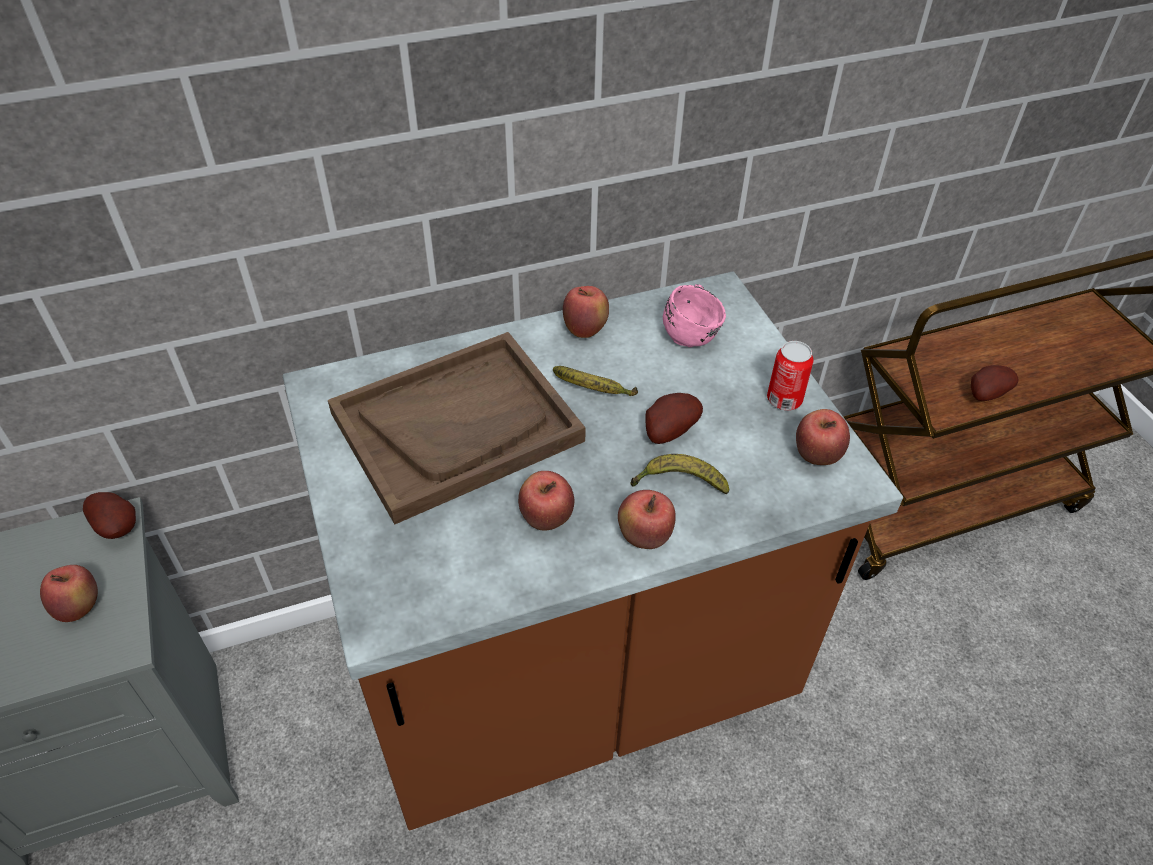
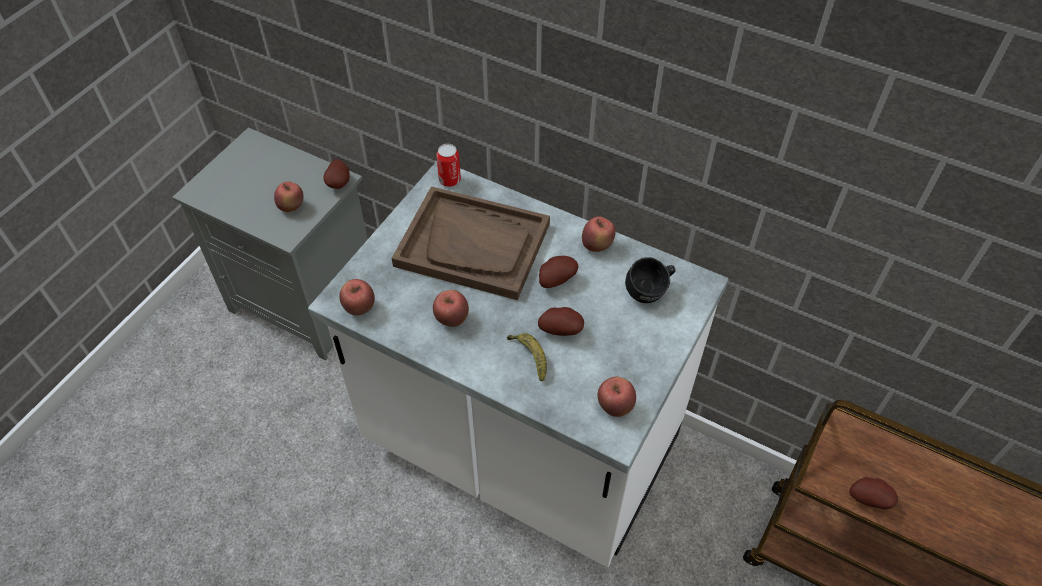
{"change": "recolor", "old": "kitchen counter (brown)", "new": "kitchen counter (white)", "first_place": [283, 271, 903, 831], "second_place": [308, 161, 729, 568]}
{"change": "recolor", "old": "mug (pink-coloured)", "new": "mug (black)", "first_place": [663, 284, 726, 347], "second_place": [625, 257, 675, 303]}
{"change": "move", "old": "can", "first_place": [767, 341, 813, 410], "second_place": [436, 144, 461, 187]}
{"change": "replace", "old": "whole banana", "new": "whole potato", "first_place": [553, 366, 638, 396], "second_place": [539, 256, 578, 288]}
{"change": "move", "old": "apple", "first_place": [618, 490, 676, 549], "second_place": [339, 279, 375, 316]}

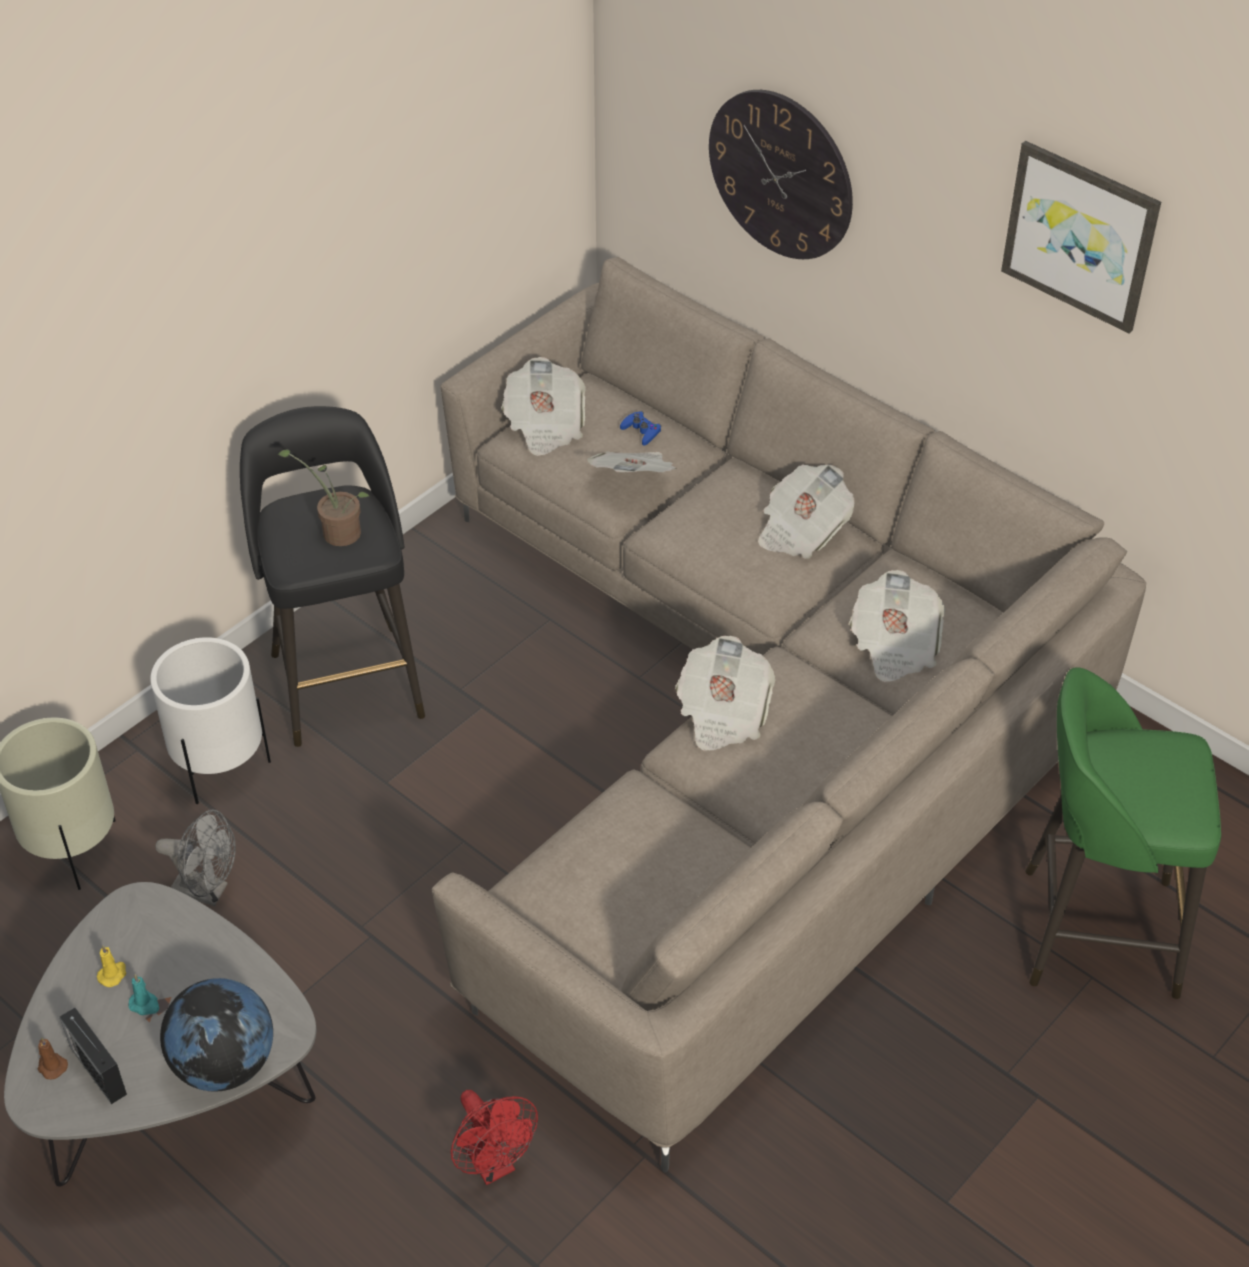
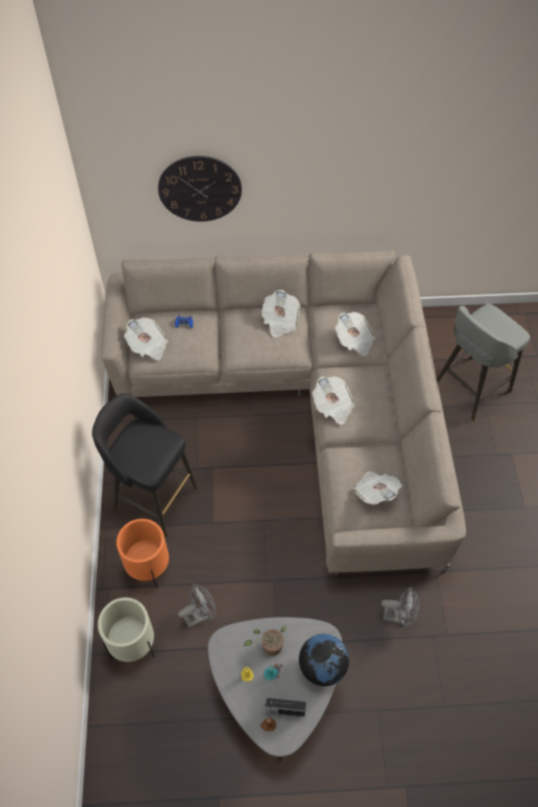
{"change": "delete", "old": "wall art", "first_place": [1001, 141, 1161, 333]}
{"change": "move", "old": "plant in a pot", "first_place": [277, 449, 371, 546], "second_place": [244, 626, 286, 656]}
{"change": "move", "old": "newspaper", "first_place": [587, 451, 677, 472], "second_place": [353, 471, 402, 505]}
{"change": "recolor", "old": "plant pot (white)", "new": "plant pot (orange)", "first_place": [150, 637, 271, 804], "second_place": [116, 519, 169, 589]}
{"change": "recolor", "old": "stool seat (green)", "new": "stool seat (gray)", "first_place": [1025, 667, 1221, 999], "second_place": [437, 304, 530, 421]}
{"change": "recolor", "old": "electric fan (red)", "new": "electric fan (gray)", "first_place": [451, 1090, 538, 1185], "second_place": [381, 587, 419, 628]}

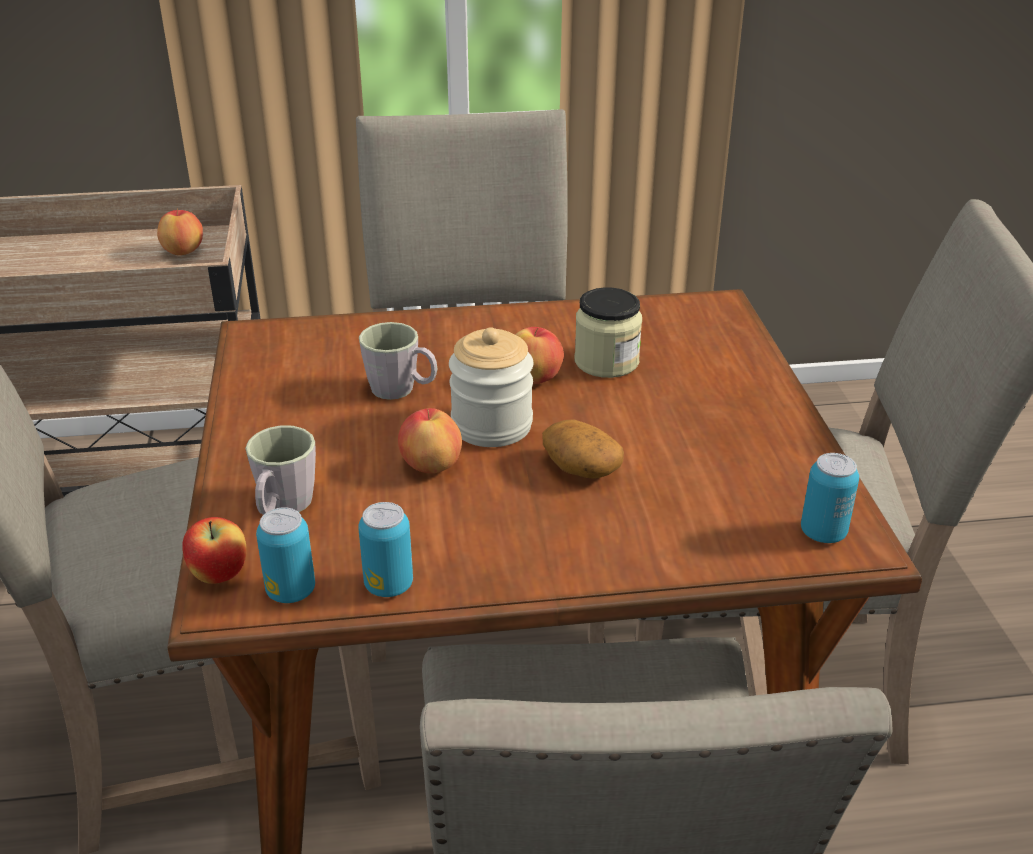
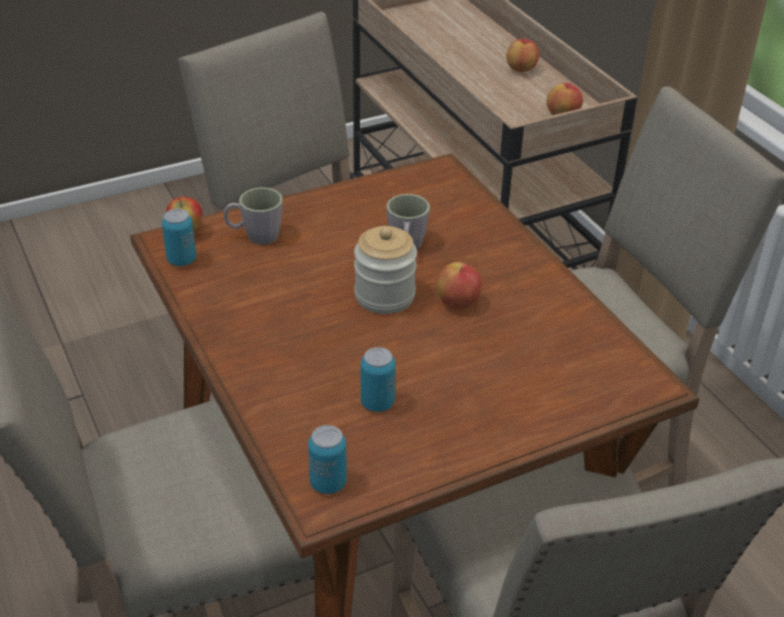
{"change": "delete", "old": "jar", "first_place": [575, 287, 642, 378]}
{"change": "move", "old": "apple", "first_place": [398, 408, 462, 473], "second_place": [506, 39, 539, 72]}
{"change": "delete", "old": "whole potato", "first_place": [542, 420, 624, 479]}
{"change": "move", "old": "can", "first_place": [358, 502, 413, 597], "second_place": [361, 347, 396, 412]}

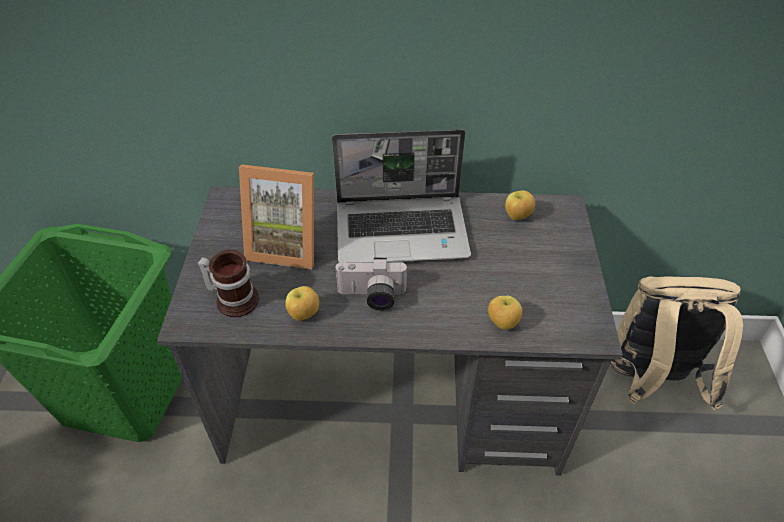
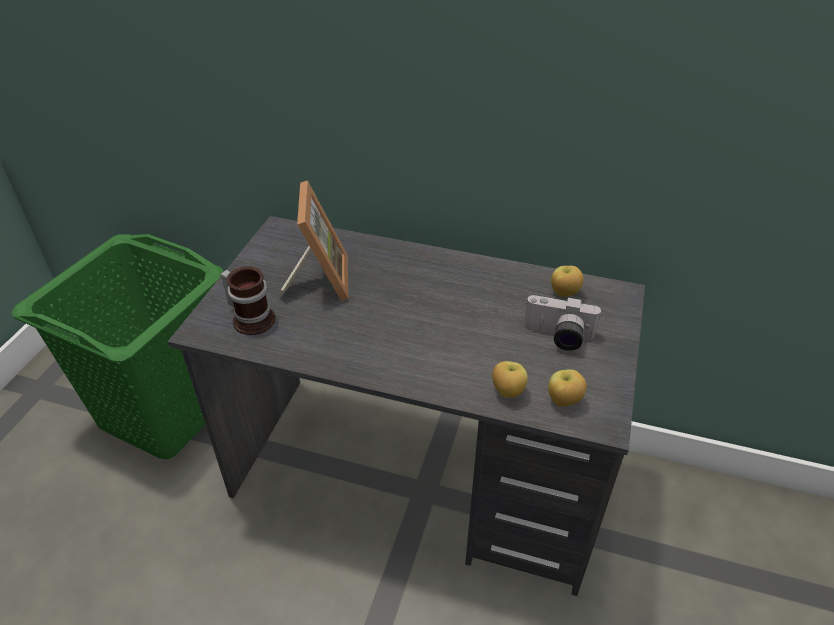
{"change": "delete", "old": "laptop", "first_place": [332, 129, 471, 263]}
{"change": "rotate", "old": "picture frame", "first_place": [239, 165, 314, 269], "second_place": [278, 180, 348, 301], "degrees": -120}
{"change": "move", "old": "still camera", "first_place": [334, 258, 408, 310], "second_place": [524, 295, 602, 351]}
{"change": "delete", "old": "backpack (beige)", "first_place": [610, 276, 743, 410]}
{"change": "move", "old": "apple", "first_place": [285, 286, 319, 321], "second_place": [548, 369, 587, 407]}

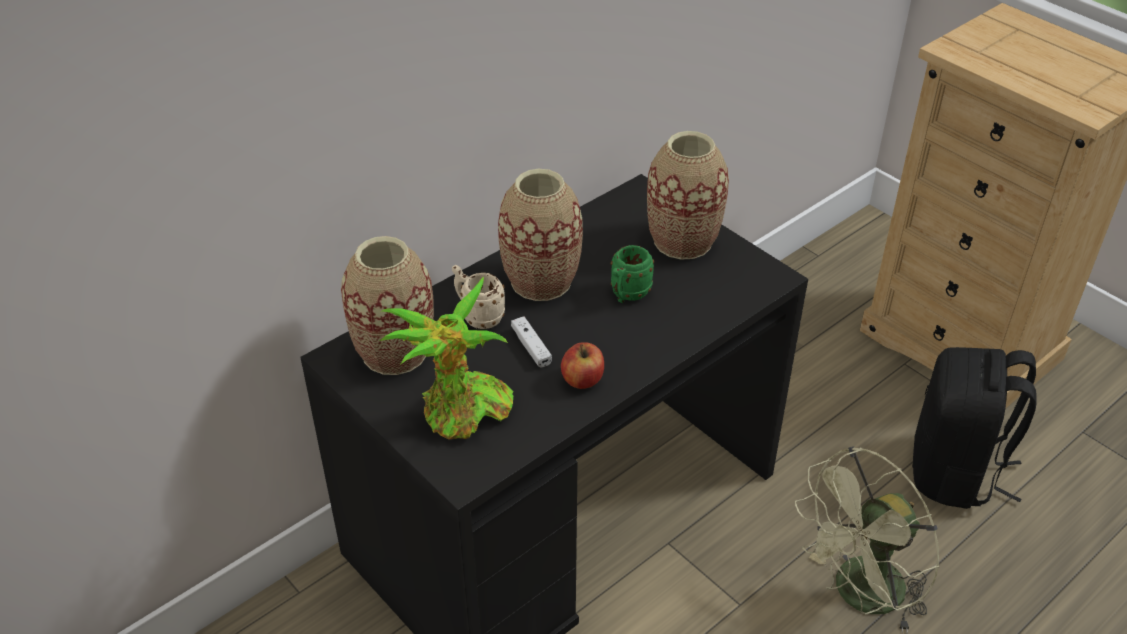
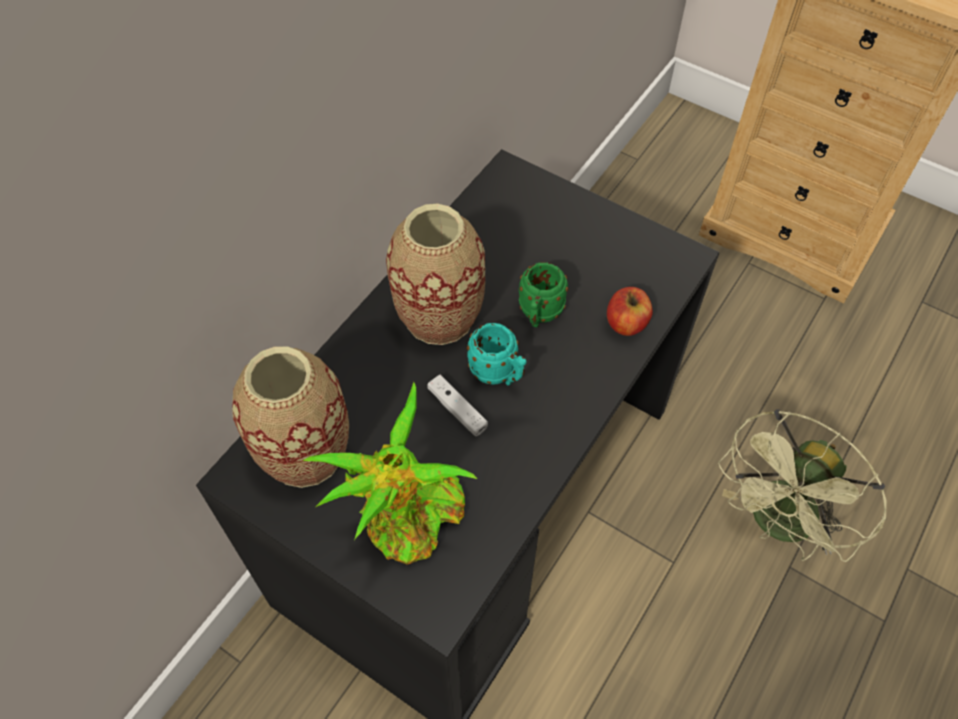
{"change": "delete", "old": "flower vase", "first_place": [647, 131, 729, 260]}
{"change": "delete", "old": "mug (beige)", "first_place": [452, 265, 505, 329]}
{"change": "move", "old": "apple", "first_place": [561, 342, 604, 389], "second_place": [607, 287, 653, 336]}
{"change": "delete", "old": "backpack (black)", "first_place": [912, 347, 1037, 509]}
{"change": "insert", "new": "mug (turquoise)", "second_place": [467, 323, 527, 385]}

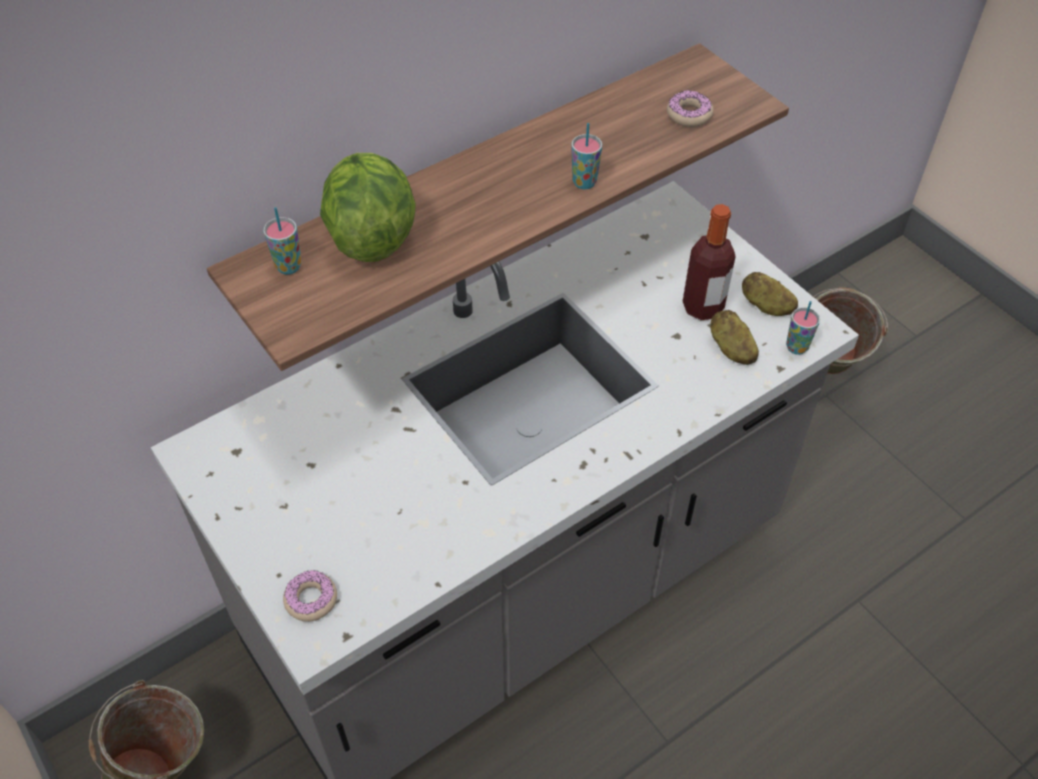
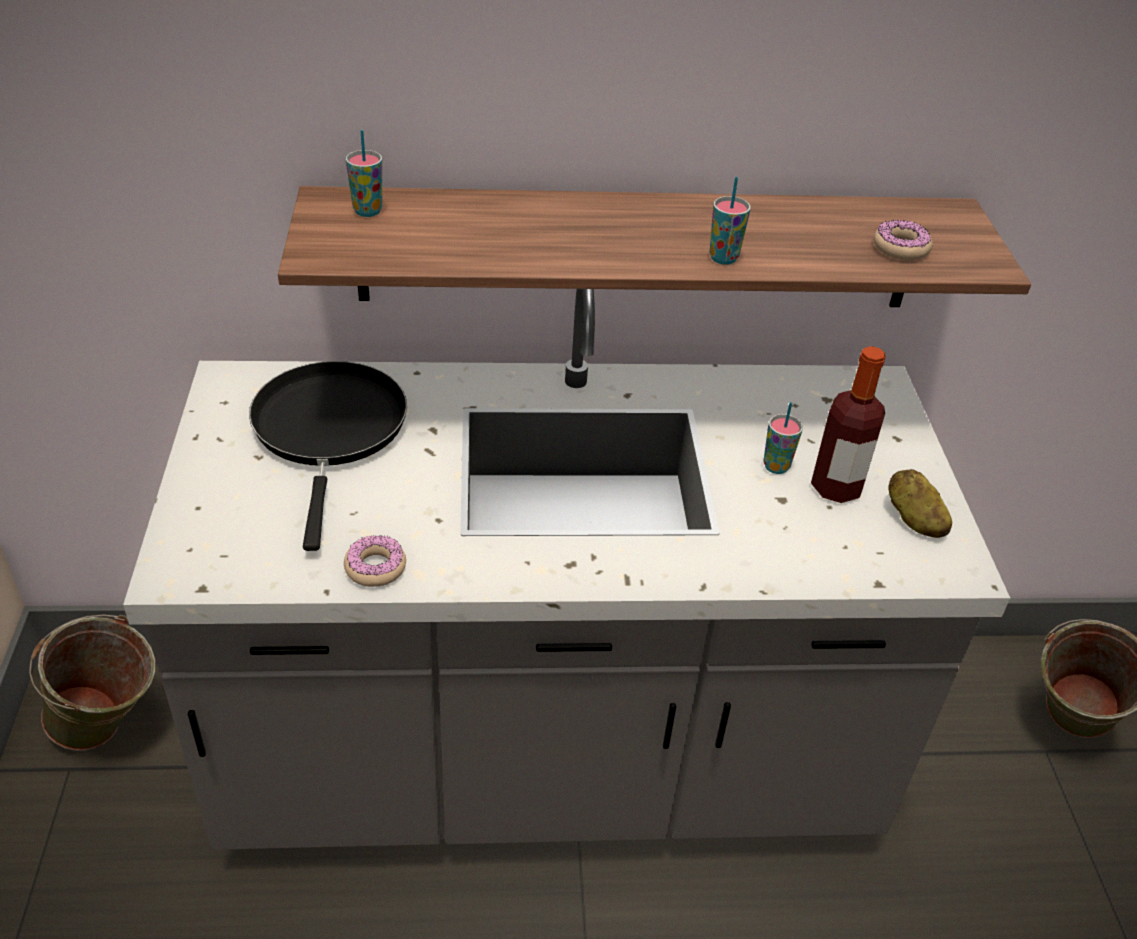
{"change": "delete", "old": "lettuce", "first_place": [320, 153, 416, 262]}
{"change": "move", "old": "small cup", "first_place": [786, 301, 820, 355], "second_place": [763, 402, 803, 474]}
{"change": "delete", "old": "whole potato", "first_place": [710, 310, 759, 365]}
{"change": "move", "old": "donut", "first_place": [283, 570, 337, 622], "second_place": [344, 535, 406, 587]}
{"change": "insert", "new": "frying pan (black)", "second_place": [249, 361, 407, 551]}

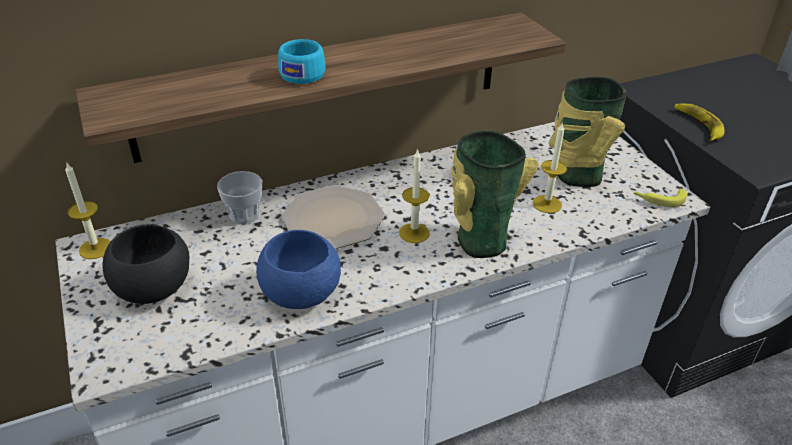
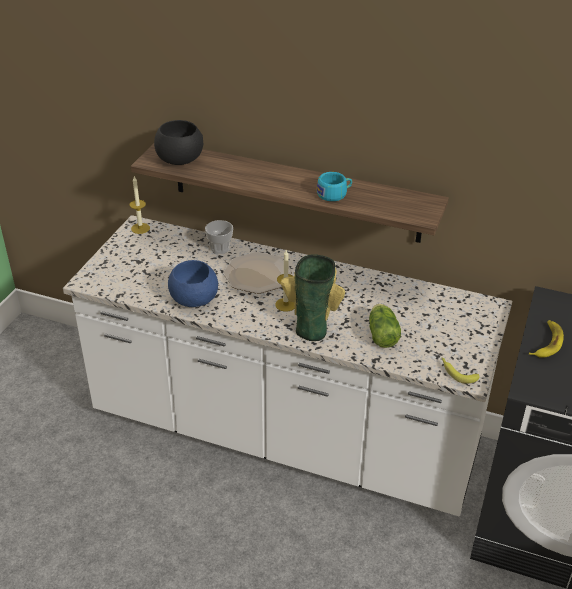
{"change": "move", "old": "small cup (turquoise)", "first_place": [278, 39, 326, 84], "second_place": [317, 172, 352, 201]}
{"change": "delete", "old": "flower vase", "first_place": [549, 77, 626, 187]}
{"change": "replace", "old": "candle", "new": "lettuce", "first_place": [533, 123, 567, 213], "second_place": [369, 304, 401, 348]}
{"change": "move", "old": "bowl (black)", "first_place": [102, 224, 189, 304], "second_place": [154, 120, 203, 165]}

